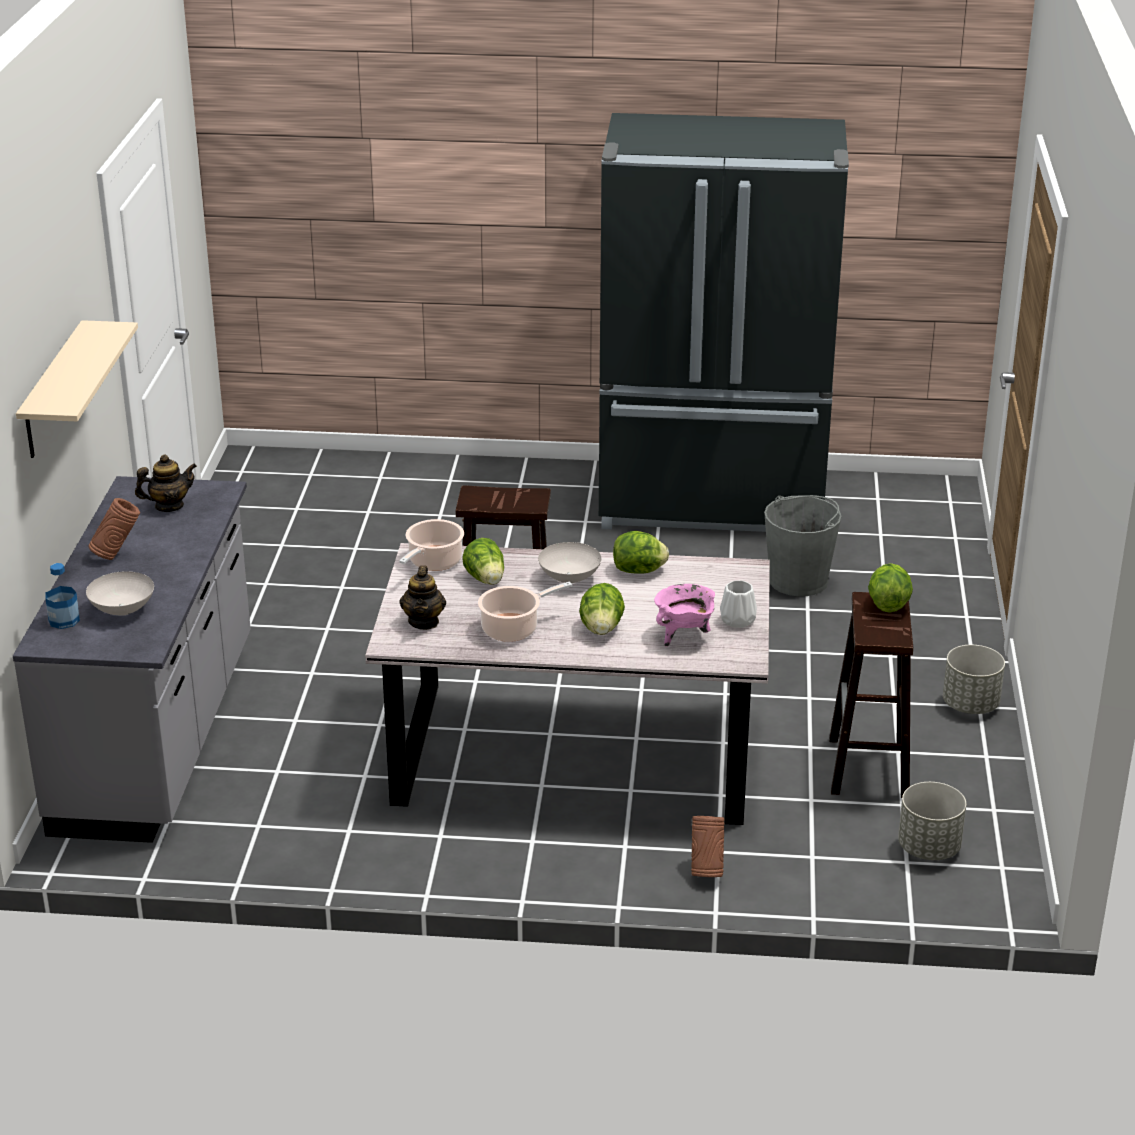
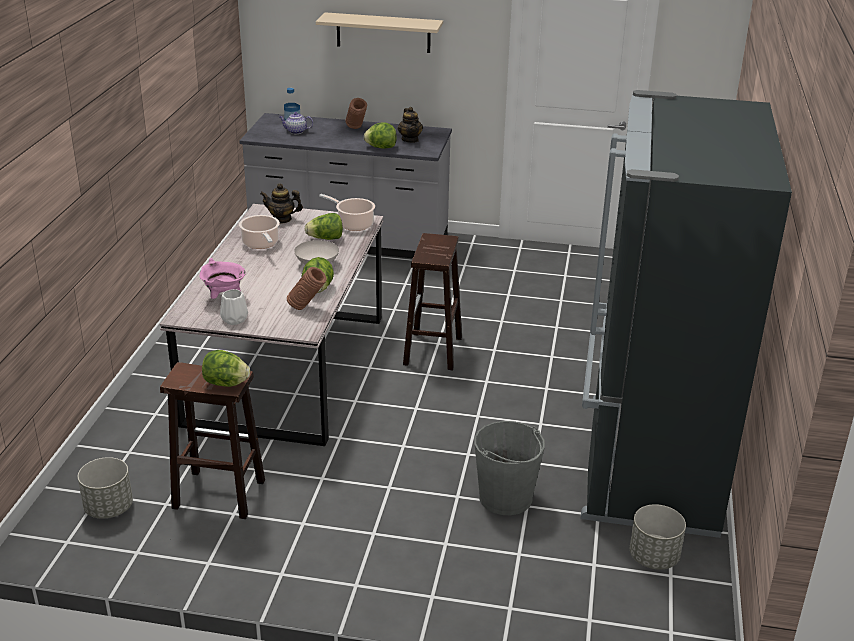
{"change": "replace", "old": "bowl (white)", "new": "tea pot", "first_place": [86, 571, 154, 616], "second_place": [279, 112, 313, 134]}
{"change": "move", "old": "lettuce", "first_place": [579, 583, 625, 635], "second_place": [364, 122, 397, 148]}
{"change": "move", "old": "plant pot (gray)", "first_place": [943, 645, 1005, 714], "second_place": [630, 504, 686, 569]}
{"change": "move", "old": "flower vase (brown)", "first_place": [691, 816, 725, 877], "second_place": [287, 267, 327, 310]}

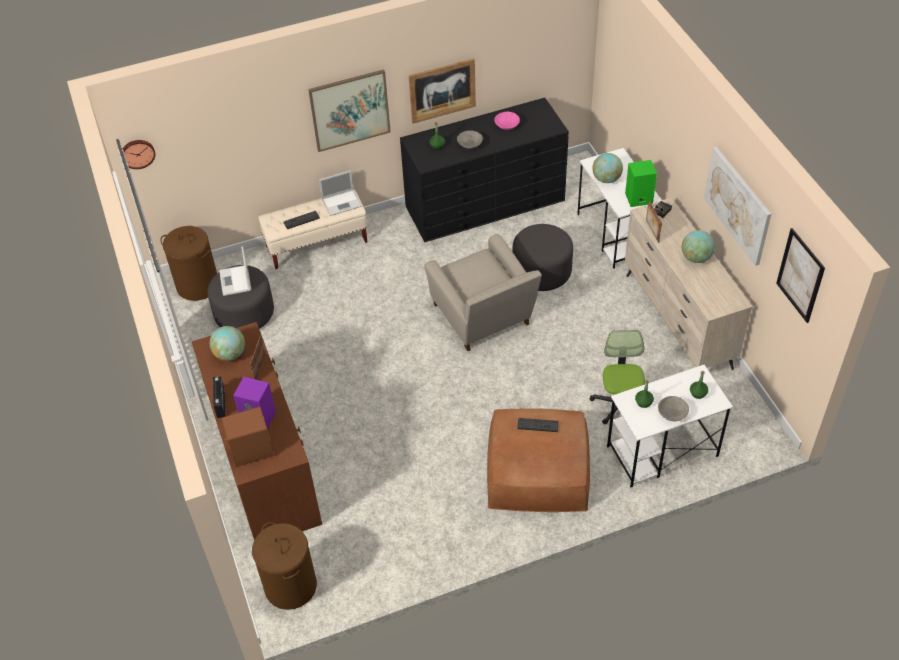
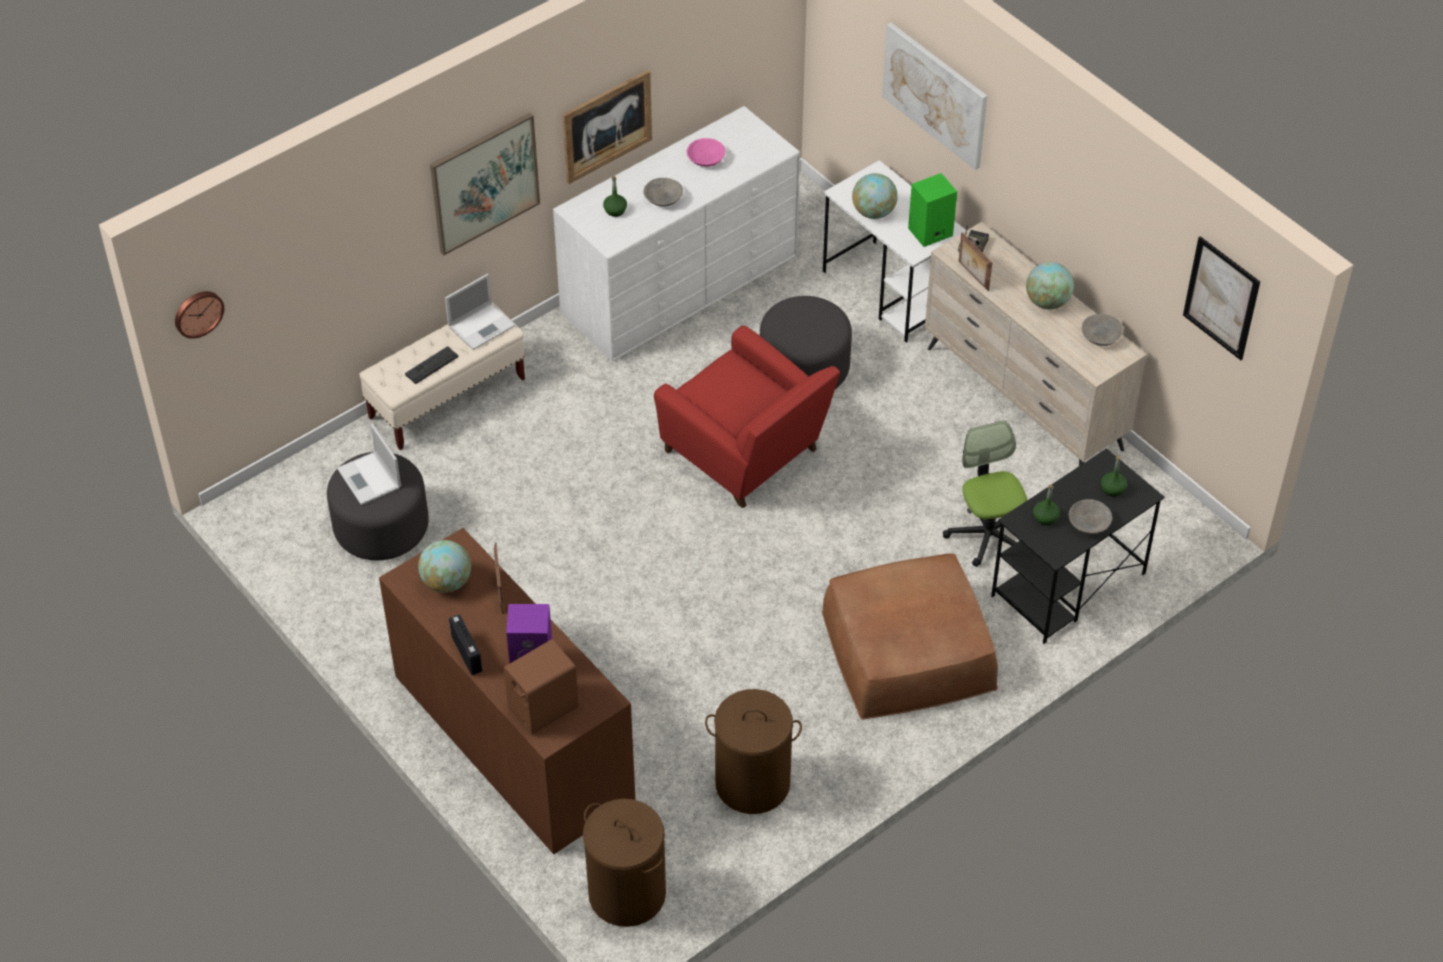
{"change": "recolor", "old": "dresser (black)", "new": "dresser (white)", "first_place": [400, 98, 569, 242], "second_place": [553, 106, 800, 361]}
{"change": "move", "old": "wall art", "first_place": [704, 147, 771, 266], "second_place": [882, 23, 987, 170]}
{"change": "move", "old": "laundry basket (brown)", "first_place": [160, 226, 217, 301], "second_place": [705, 689, 802, 814]}
{"change": "recolor", "old": "easy chair (beige)", "new": "easy chair (red)", "first_place": [424, 234, 542, 351], "second_place": [654, 325, 840, 508]}
{"change": "recolor", "old": "desk (white)", "new": "desk (black)", "first_place": [607, 365, 733, 488], "second_place": [991, 448, 1164, 644]}
{"change": "delete", "old": "computer keyboard", "first_place": [517, 418, 559, 432]}
{"change": "insert", "new": "bowl (gray)", "second_place": [1082, 314, 1123, 346]}

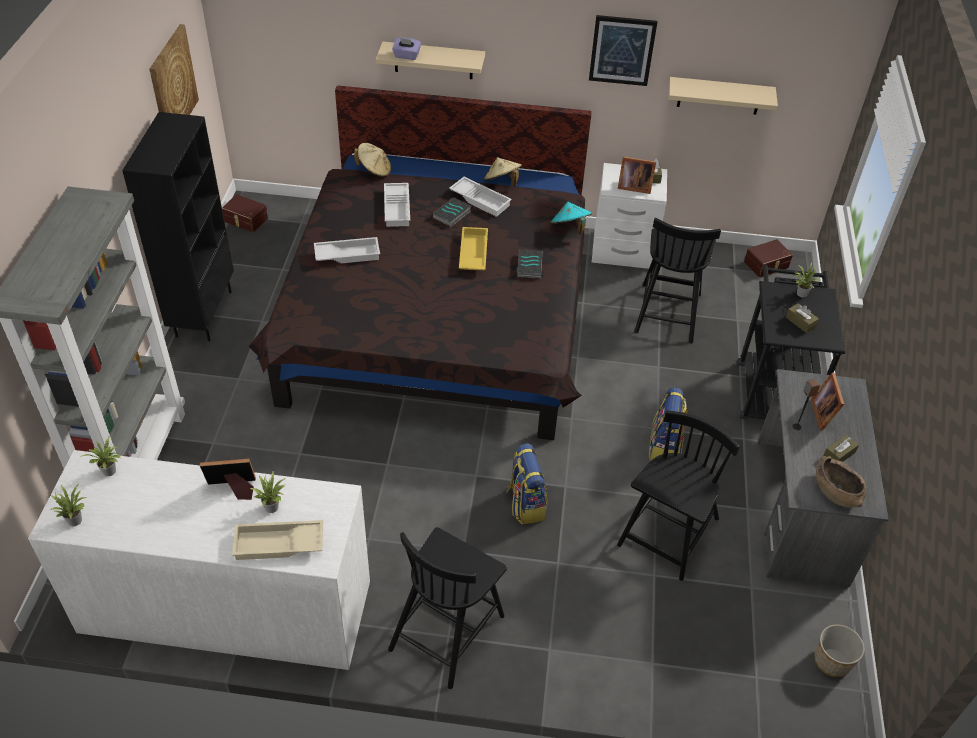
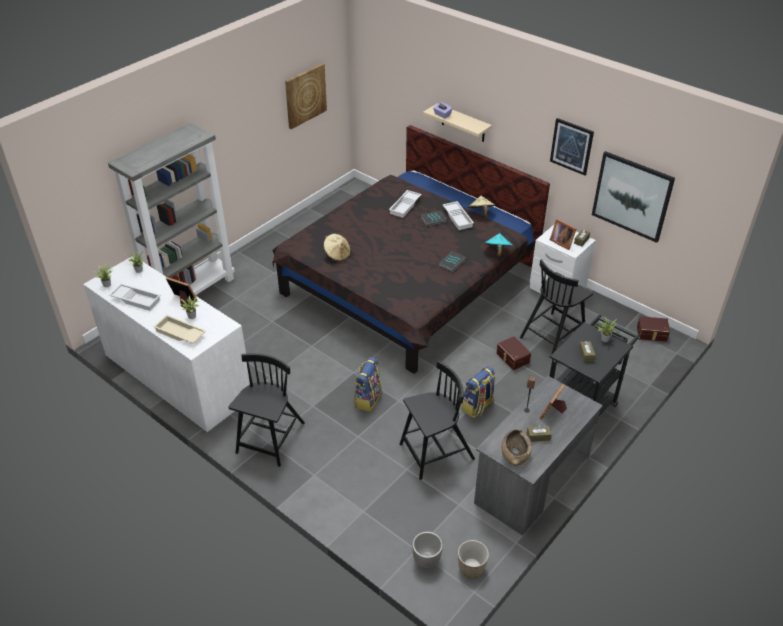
{"change": "replace", "old": "bracket shelf (beige)", "new": "wall art", "first_place": [669, 77, 778, 115], "second_place": [592, 151, 675, 243]}
{"change": "delete", "old": "shelving unit (black)", "first_place": [122, 112, 234, 341]}
{"change": "move", "old": "wearable hat (beige)", "first_place": [354, 143, 391, 177], "second_place": [323, 234, 351, 261]}
{"change": "move", "old": "storage bin (brown)", "first_place": [222, 195, 268, 232], "second_place": [496, 336, 531, 370]}
{"change": "delete", "old": "tray (yellow-coloured)", "first_place": [459, 227, 488, 270]}
{"change": "move", "old": "tray (white)", "first_place": [314, 237, 380, 263], "second_place": [109, 283, 160, 311]}
{"change": "rotate", "old": "chair (black)", "first_place": [388, 527, 507, 689], "second_place": [229, 353, 305, 467], "degrees": 135}
{"change": "insert", "new": "plant pot", "second_place": [412, 532, 443, 568]}

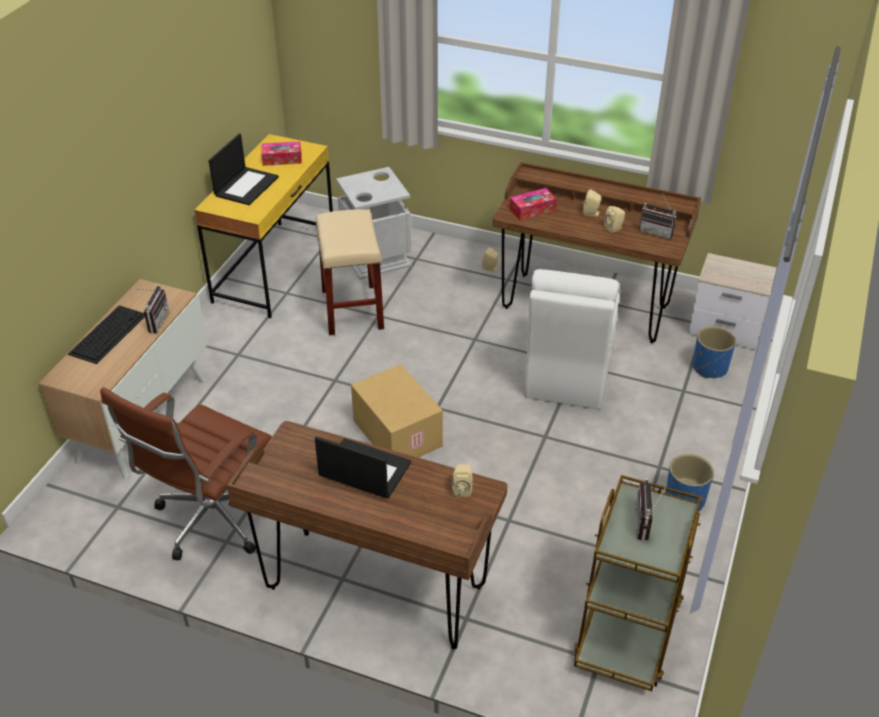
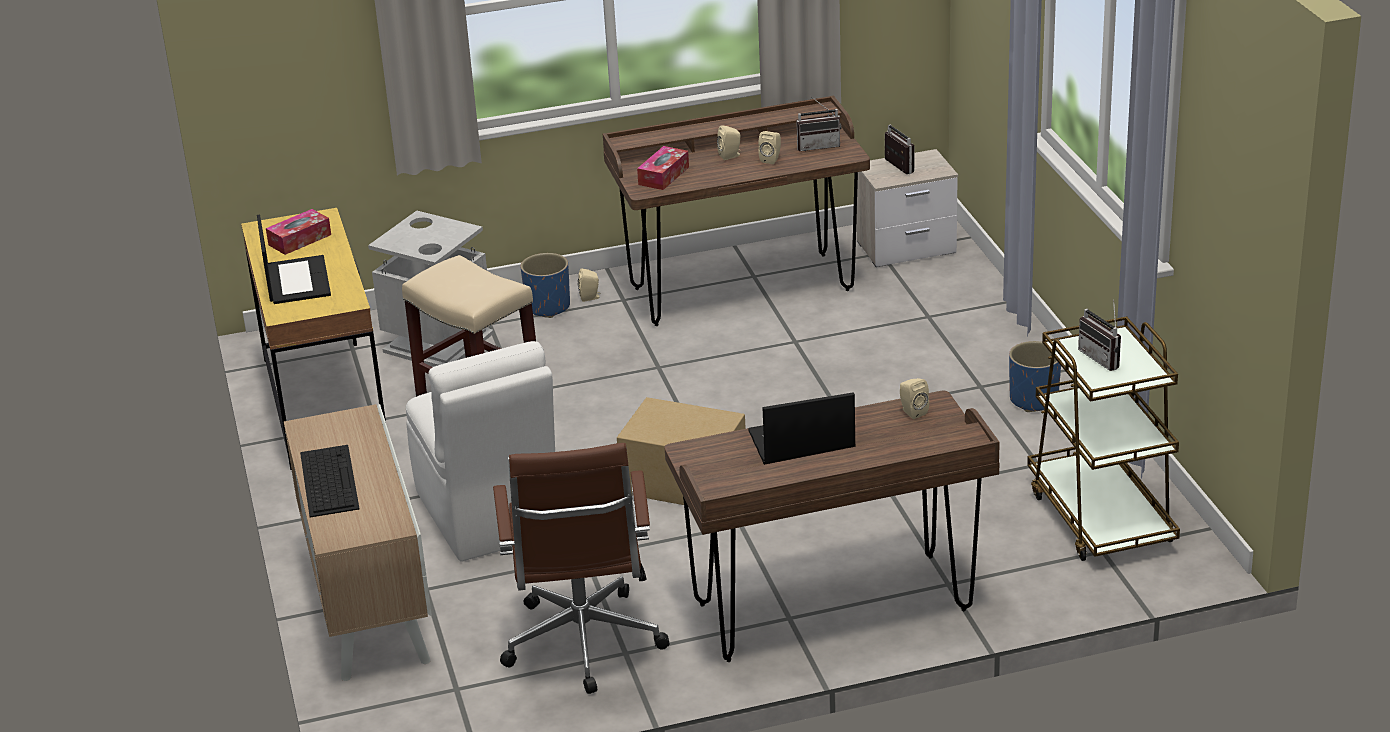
{"change": "move", "old": "chair (white)", "first_place": [524, 269, 619, 409], "second_place": [406, 341, 555, 562]}
{"change": "move", "old": "radio receiver", "first_place": [138, 285, 169, 334], "second_place": [885, 124, 914, 174]}
{"change": "move", "old": "plant pot (bluish)", "first_place": [693, 326, 736, 379], "second_place": [520, 253, 570, 318]}

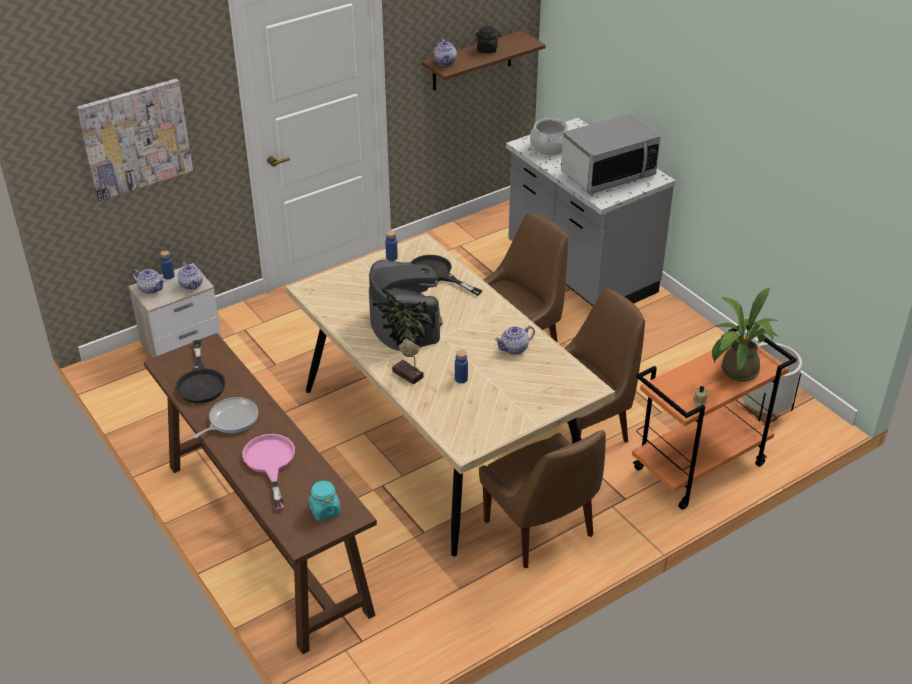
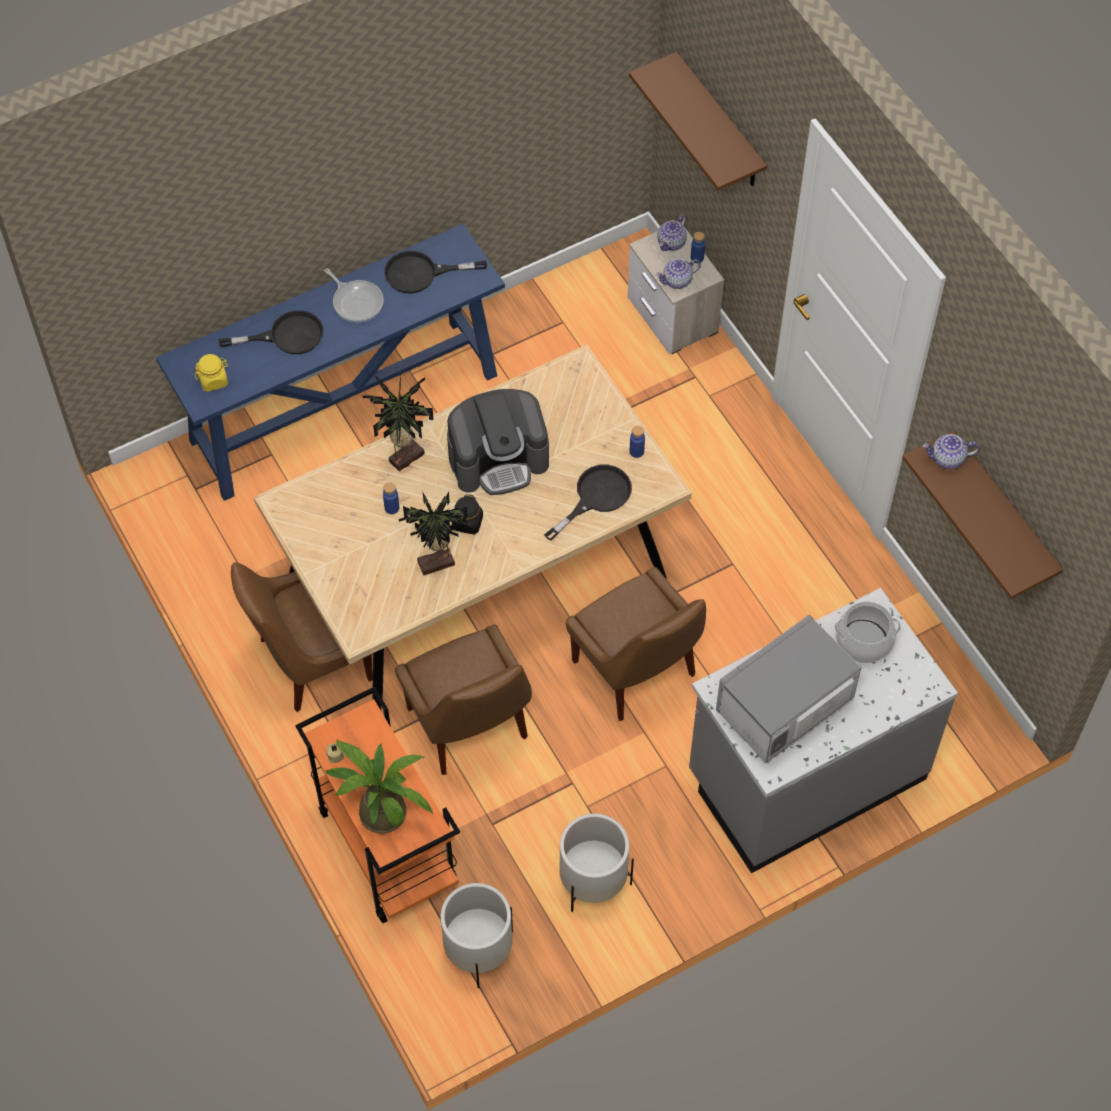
{"change": "move", "old": "jar (black)", "first_place": [475, 26, 500, 53], "second_place": [452, 494, 483, 534]}
{"change": "replace", "old": "wall art", "new": "bracket shelf (brown)", "first_place": [77, 79, 193, 201], "second_place": [629, 52, 767, 191]}
{"change": "rotate", "old": "kitchen microwave", "first_place": [561, 113, 661, 194], "second_place": [716, 615, 861, 763], "degrees": 75}
{"change": "replace", "old": "tea pot", "new": "plant in a pot", "first_place": [495, 326, 535, 355], "second_place": [399, 491, 467, 576]}
{"change": "recolor", "old": "console table (brown)", "new": "console table (bluish)", "first_place": [143, 333, 377, 654], "second_place": [156, 224, 505, 501]}
{"change": "recolor", "old": "frying pan (pink-coloured)", "new": "frying pan (black)", "first_place": [242, 434, 295, 510], "second_place": [219, 310, 323, 354]}
{"change": "recolor", "old": "jar (turquoise)", "new": "jar (yellow-coloured)", "first_place": [308, 480, 341, 521], "second_place": [194, 354, 228, 392]}
{"change": "insert", "new": "plant pot (white)", "second_place": [559, 813, 634, 912]}

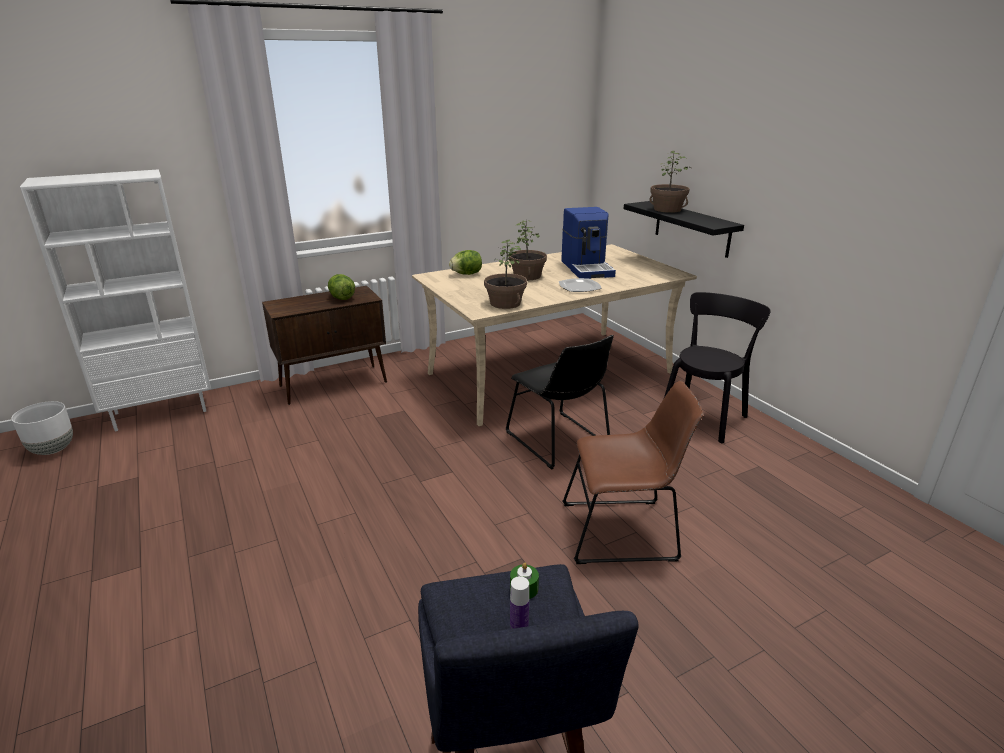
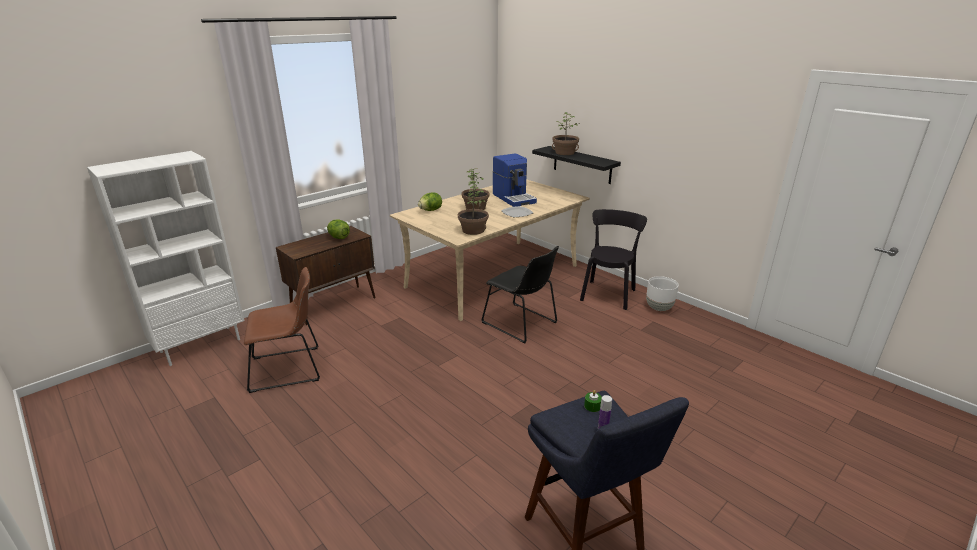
{"change": "move", "old": "chair (brown)", "first_place": [562, 381, 703, 564], "second_place": [244, 267, 320, 393]}
{"change": "move", "old": "plant pot (white)", "first_place": [11, 401, 73, 455], "second_place": [646, 276, 679, 311]}

